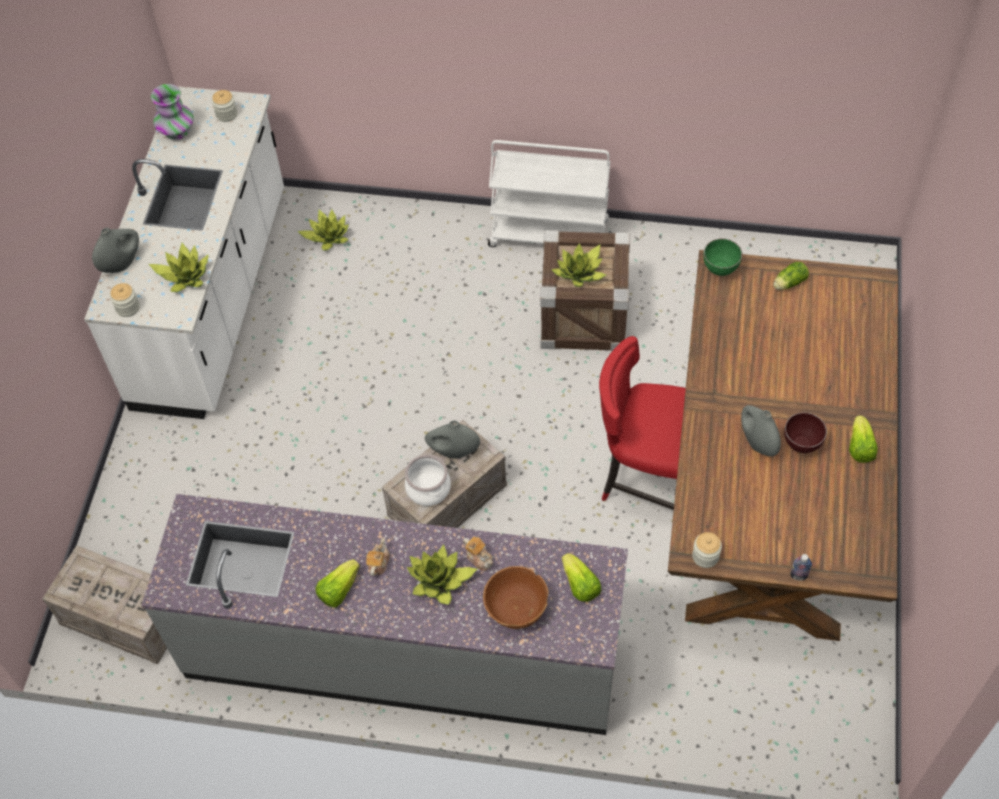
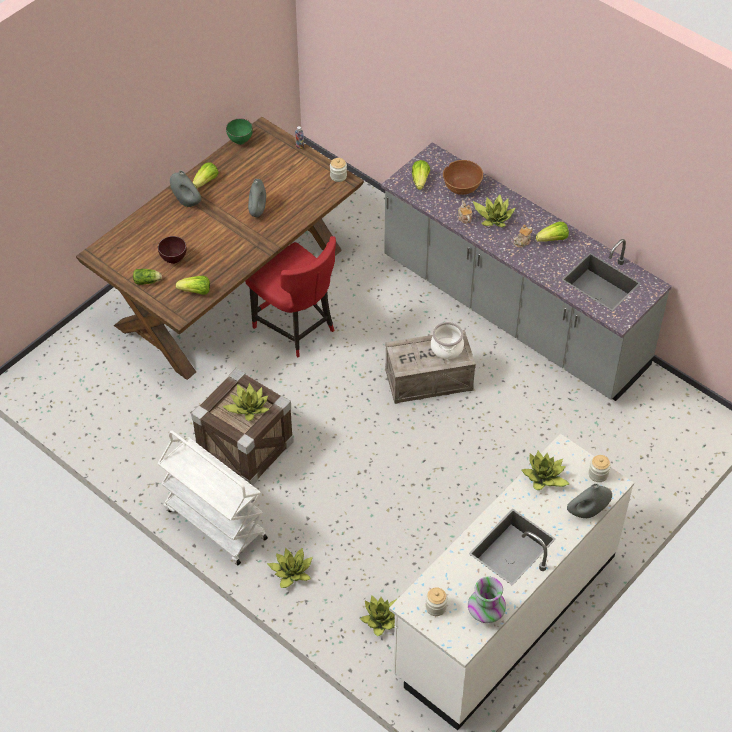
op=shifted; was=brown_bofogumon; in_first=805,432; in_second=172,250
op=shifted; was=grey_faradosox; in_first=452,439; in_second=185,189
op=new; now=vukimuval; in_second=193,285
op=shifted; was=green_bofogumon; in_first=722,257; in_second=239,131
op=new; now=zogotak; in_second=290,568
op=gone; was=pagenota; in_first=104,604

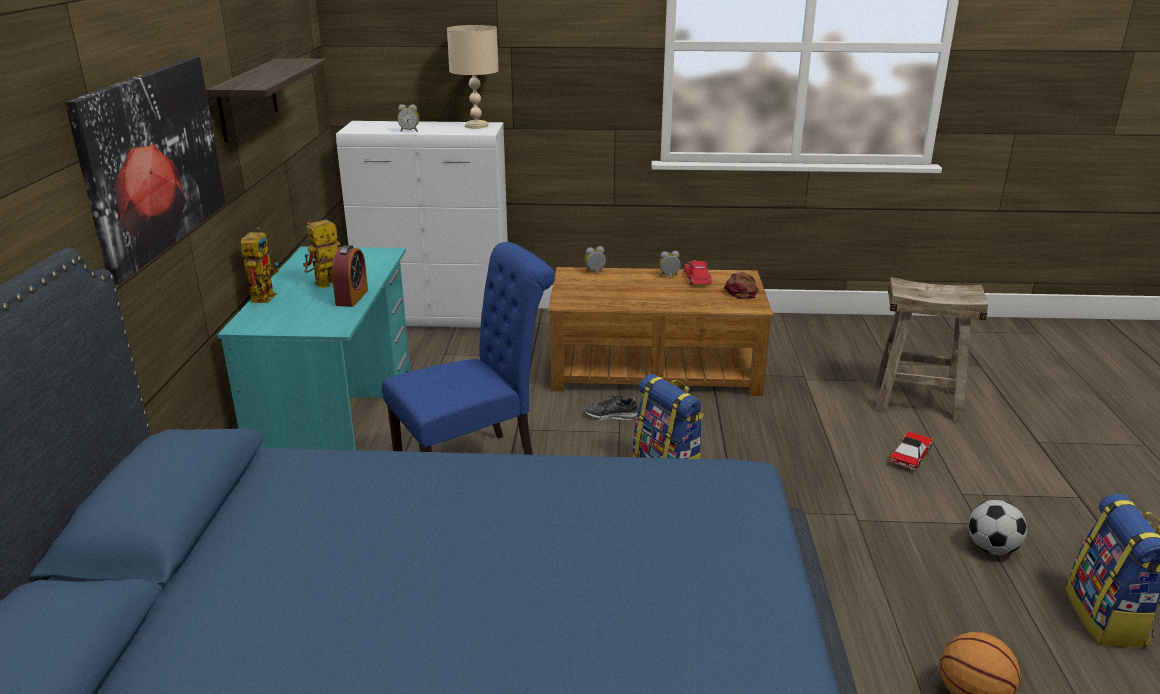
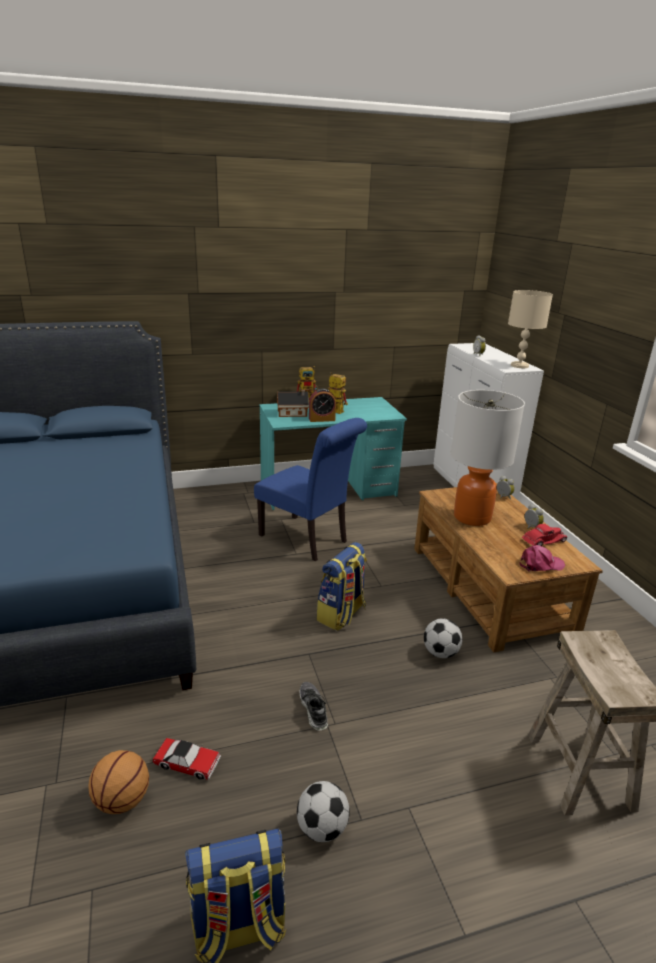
op=shifted; was=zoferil; in_first=911,451; in_second=187,759
op=new; now=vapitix; in_second=293,403
op=shifted; was=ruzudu; in_first=611,407; in_second=314,706
op=new; now=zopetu; in_second=443,638
op=new; now=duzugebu; in_second=488,458
op=repainted; was=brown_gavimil; now=pink_gavimil; in_first=741,285; in_second=542,558
op=gone; was=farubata; in_first=145,171
op=gone; was=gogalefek; in_first=266,100

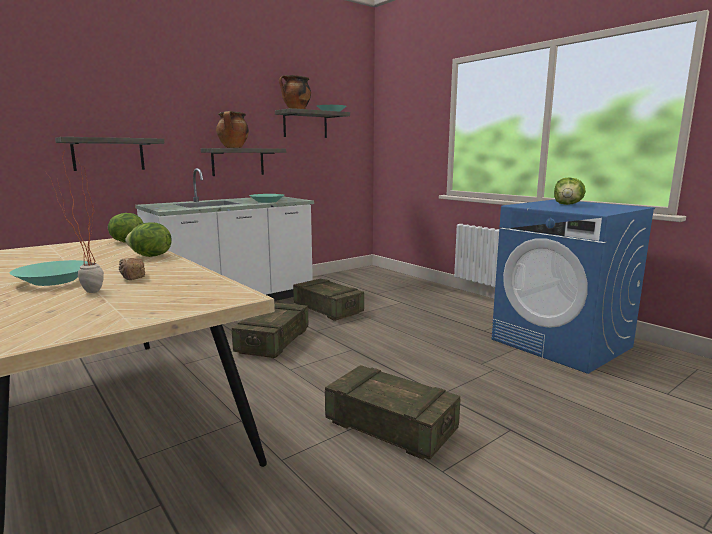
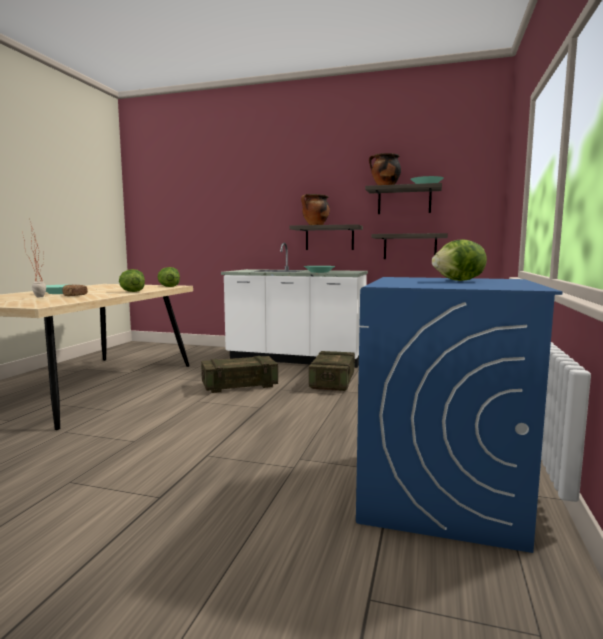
op=shifted; was=gogalefek; in_first=109,154; in_second=410,246
op=gone; was=pagenota; in_first=392,412

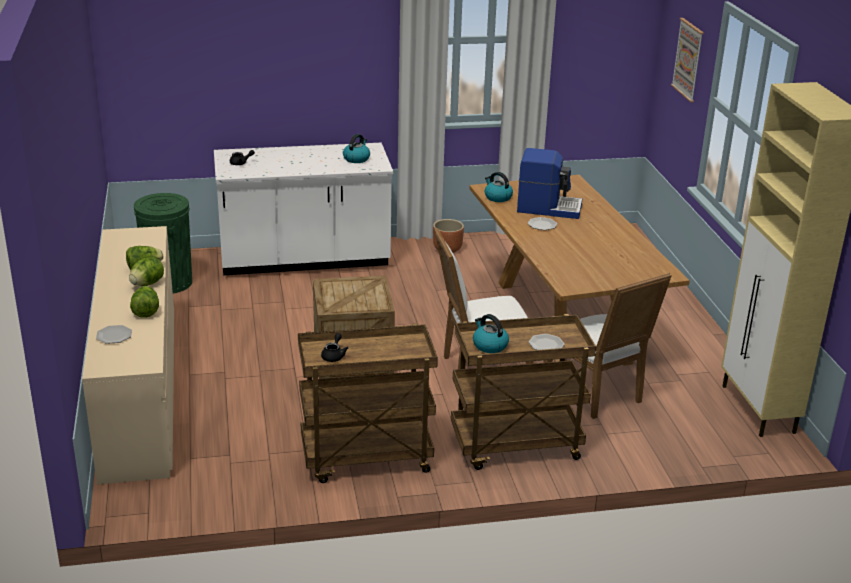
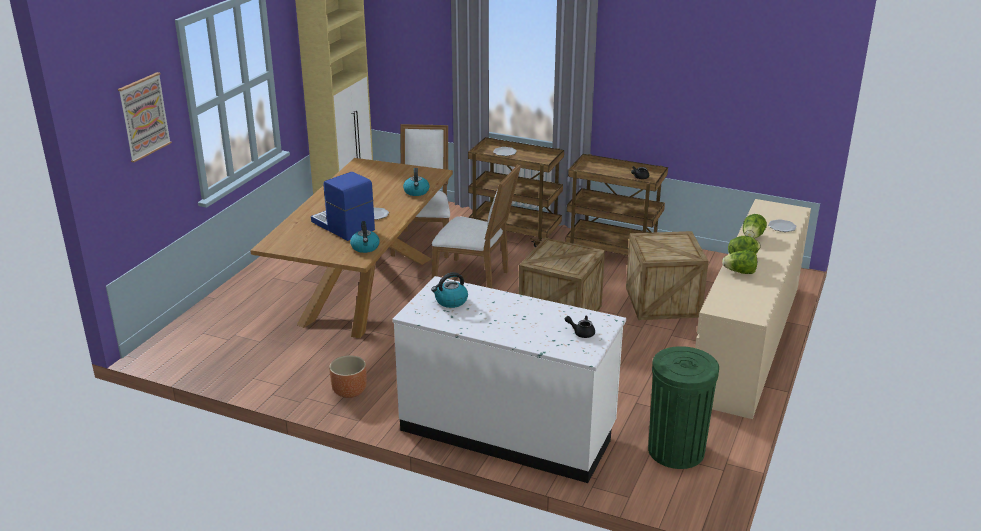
op=shifted; was=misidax; in_first=491,333; in_second=416,182
op=new; now=pagenota; in_second=667,275

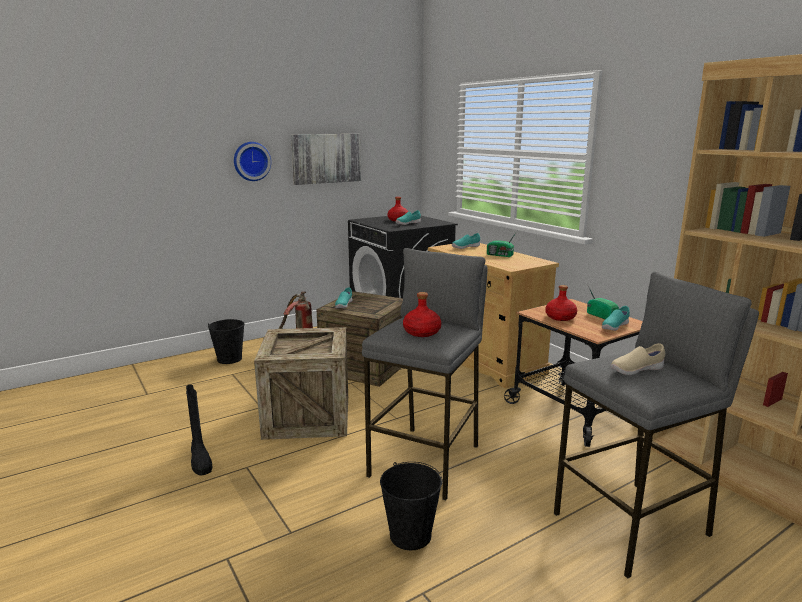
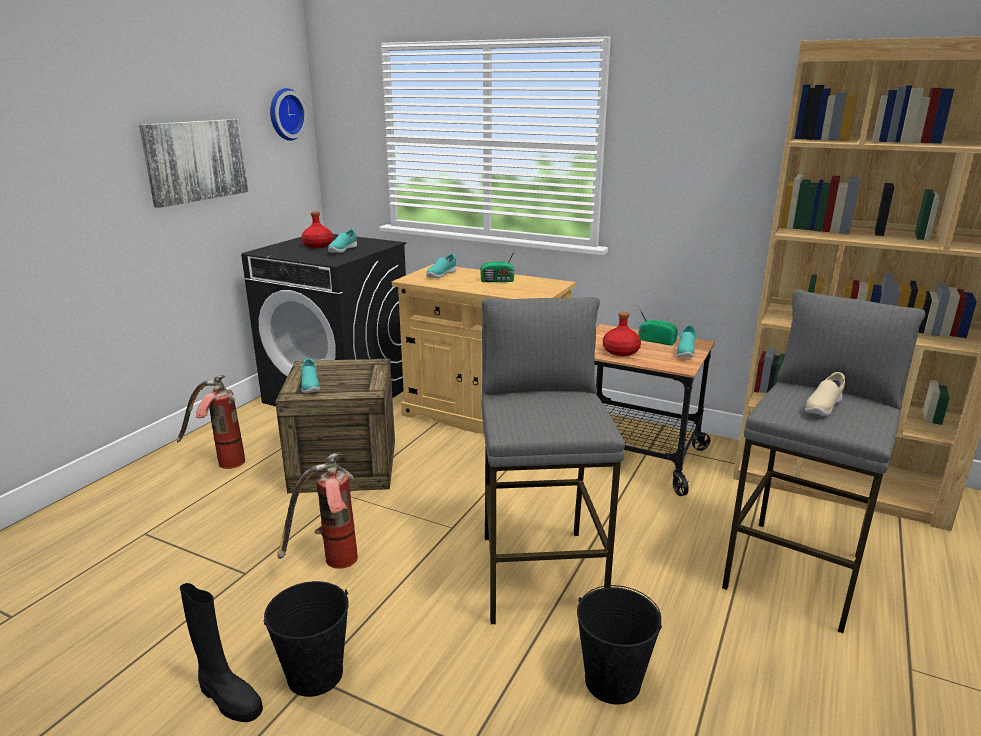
op=shifted; was=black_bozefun; in_first=226,341; in_second=306,639
op=shifted; was=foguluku; in_first=252,161; in_second=288,114
op=swapped; was=pagenota; now=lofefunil; in_first=301,383; in_second=318,511
op=gone; was=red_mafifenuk; in_first=422,314

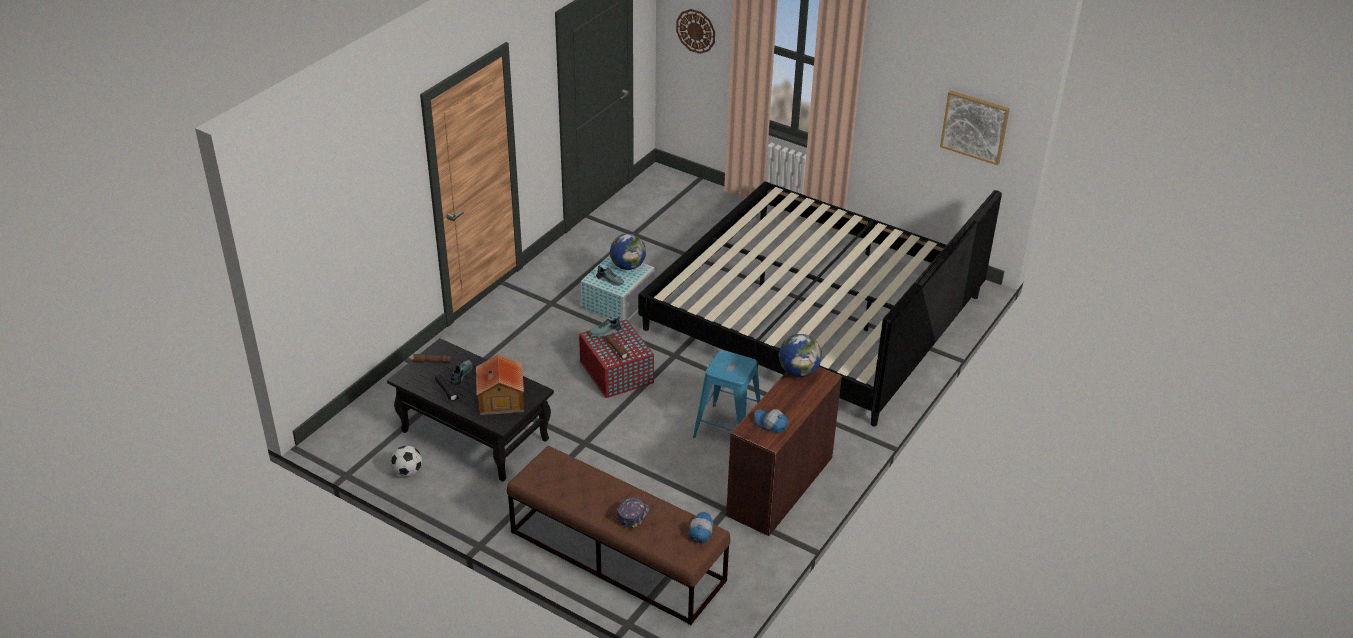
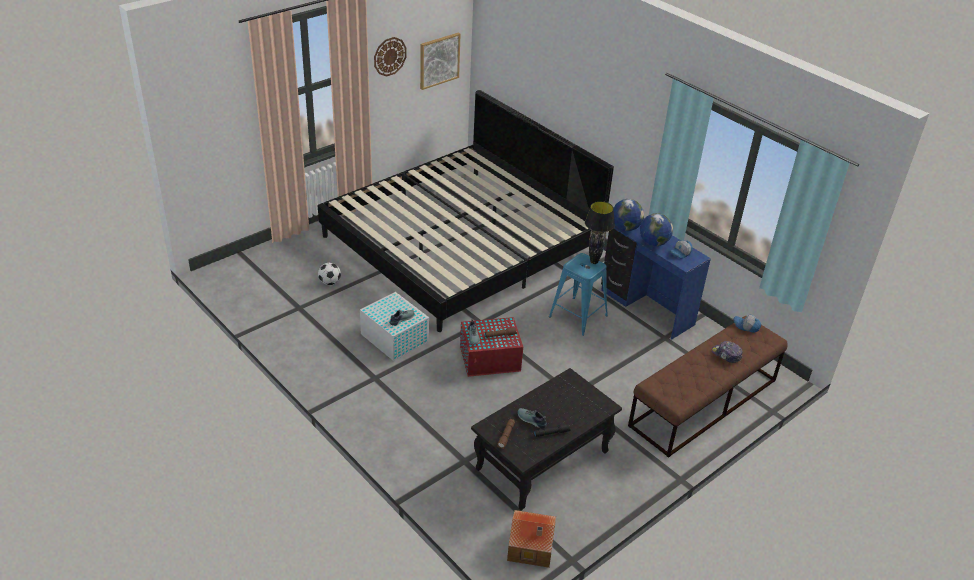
op=shifted; was=zopetu; in_first=406,461; in_second=329,274
op=shifted; was=foguluku; in_first=695,31; in_second=390,57
op=shifted; was=vapitix; in_first=500,384; in_second=531,539
op=new; now=black_duzugebu; in_second=600,232
op=repainted; was=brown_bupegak; now=blue_bupegak; in_first=784,451; in_second=656,283
op=shifted; was=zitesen; in_first=628,252; in_second=656,229

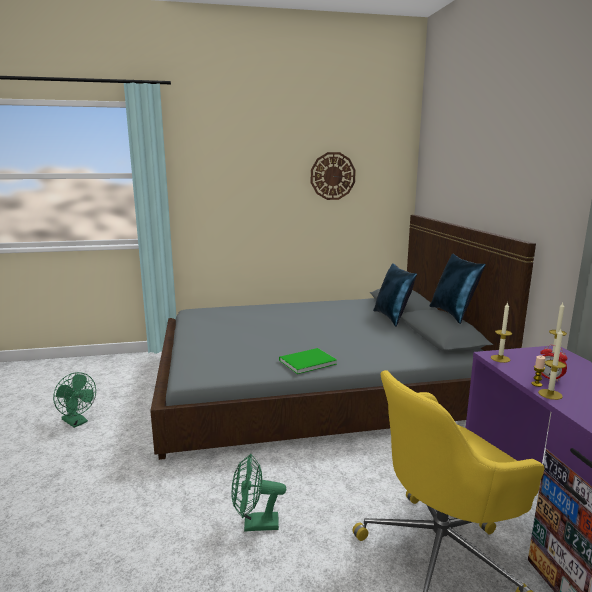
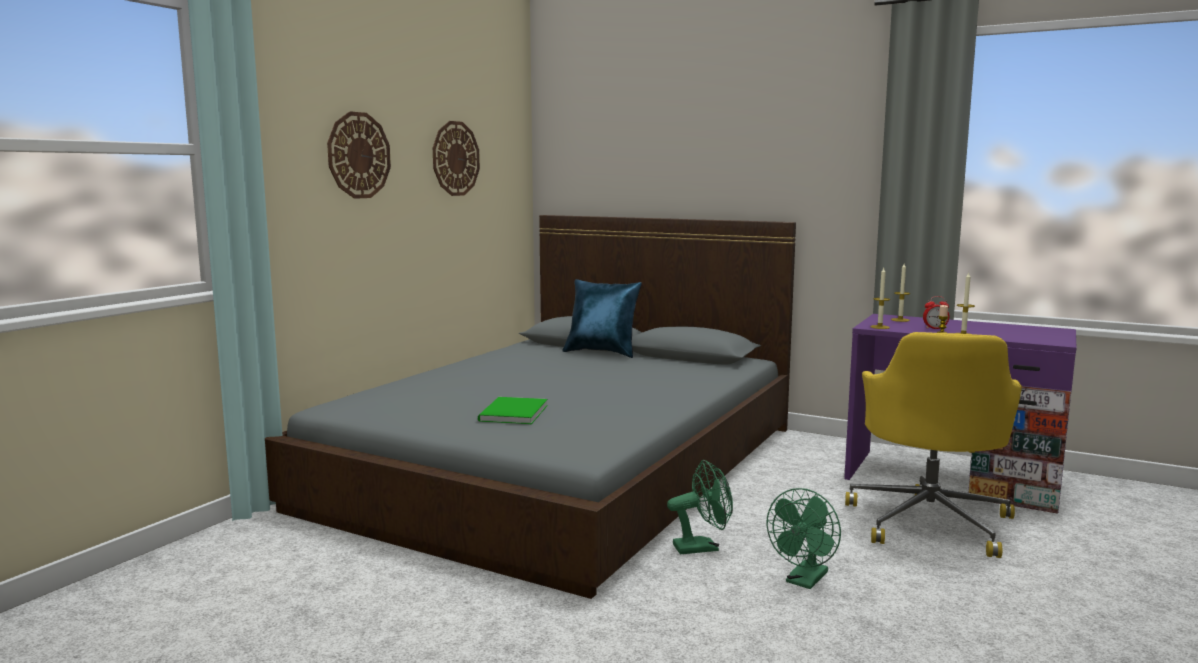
op=new; now=foguluku; in_second=359,155
op=shifted; was=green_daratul; in_first=308,361; in_second=513,410
op=shifted; was=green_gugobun; in_first=74,400; in_second=700,507
op=gone; was=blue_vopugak; in_first=457,289

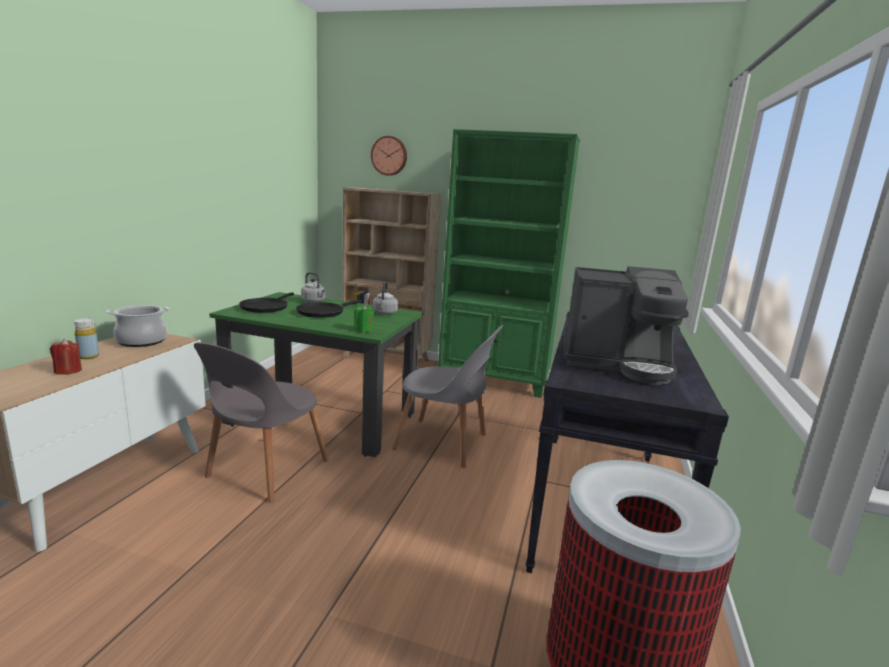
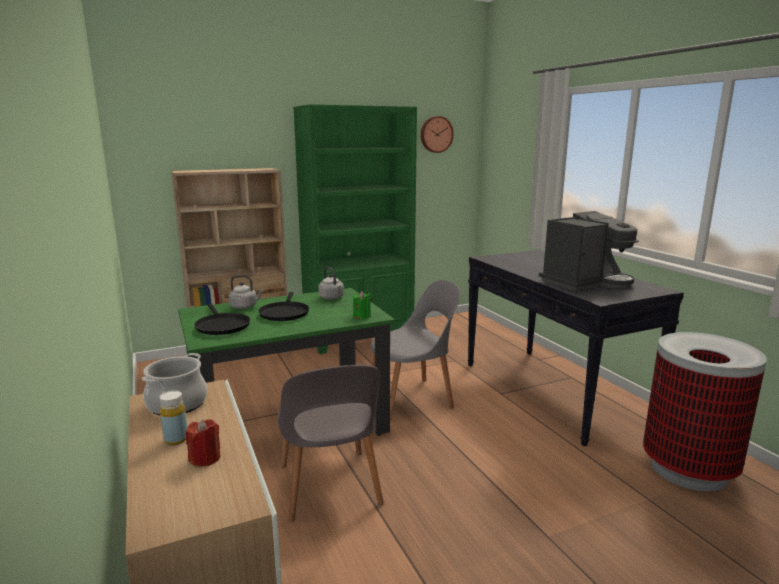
op=shifted; was=foguluku; in_first=389,156; in_second=437,134

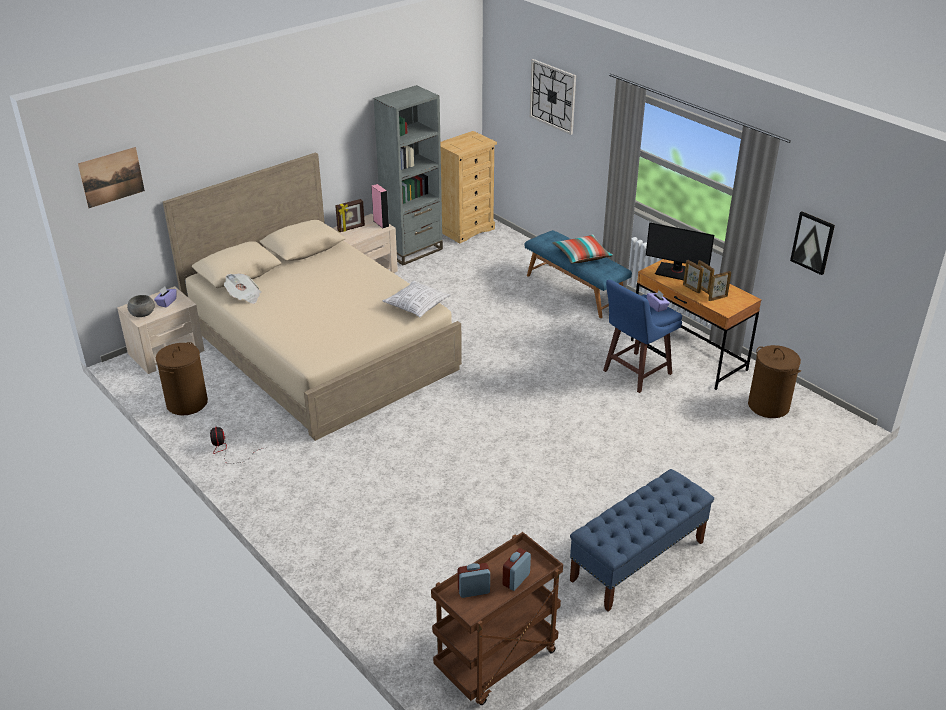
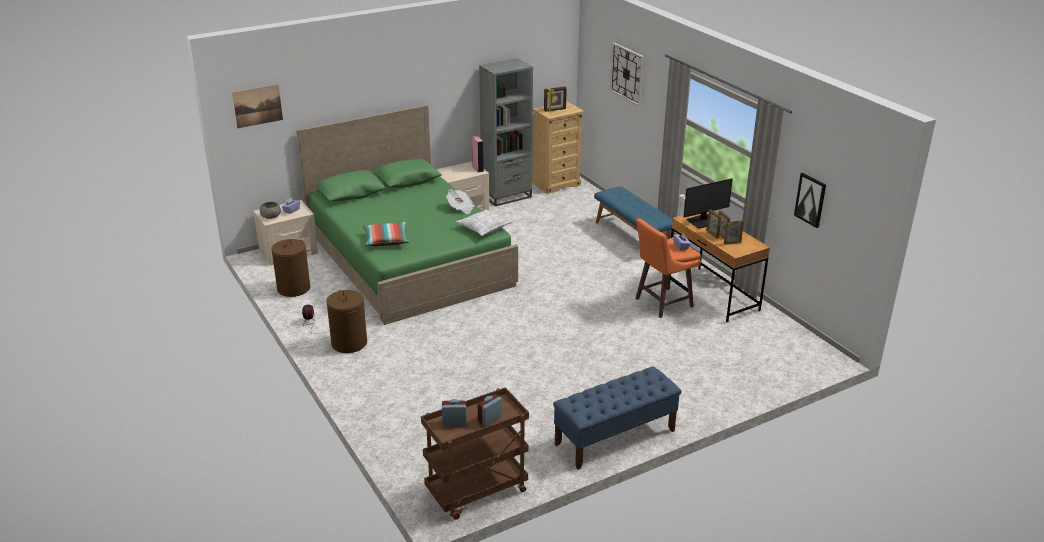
op=repainted; was=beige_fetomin; now=green_fetomin; in_first=312,296; in_second=407,215
op=shifted; was=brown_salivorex; in_first=774,381; in_second=346,321
op=shifted; was=vopugak; in_first=583,248; in_second=386,234
op=shifted; was=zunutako; in_first=243,289; in_second=460,201
op=shifted; was=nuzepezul; in_first=350,215; in_second=555,99
op=repainted; was=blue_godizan; now=orange_godizan; in_first=642,336; in_second=668,268
op=rotated; was=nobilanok; in_first=680,251; in_second=708,203; clockwise=-60

